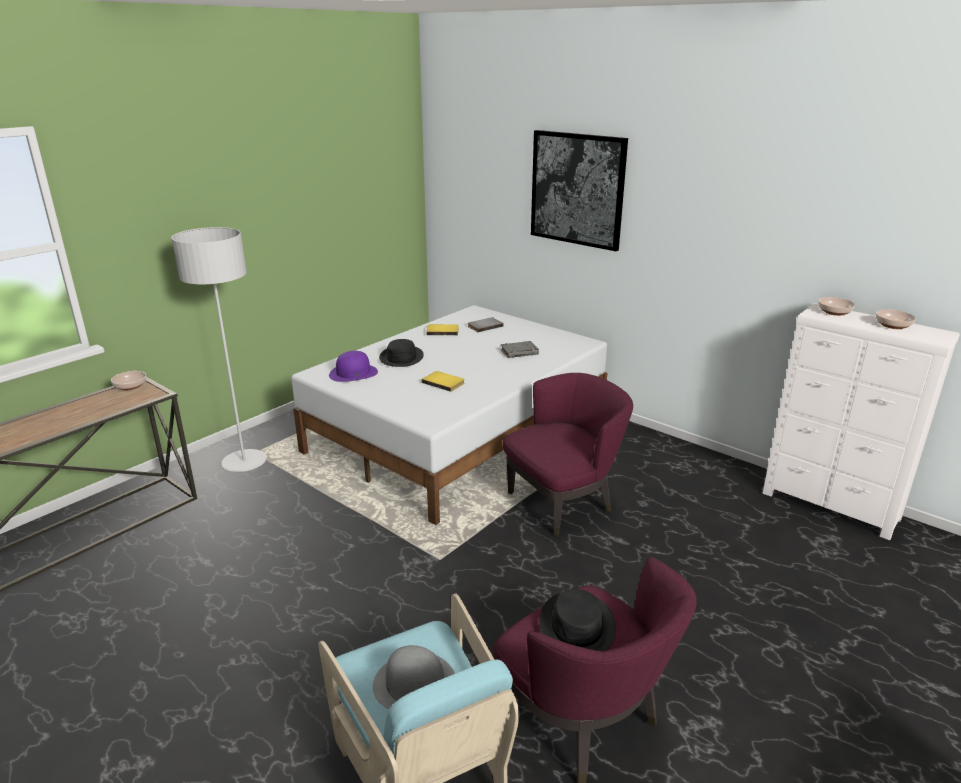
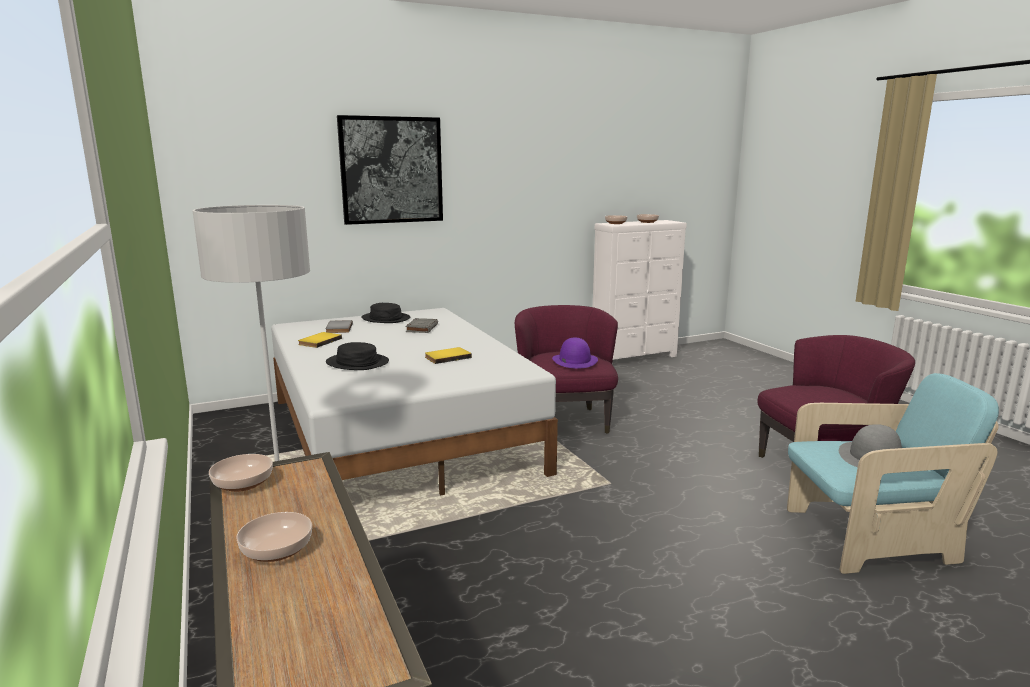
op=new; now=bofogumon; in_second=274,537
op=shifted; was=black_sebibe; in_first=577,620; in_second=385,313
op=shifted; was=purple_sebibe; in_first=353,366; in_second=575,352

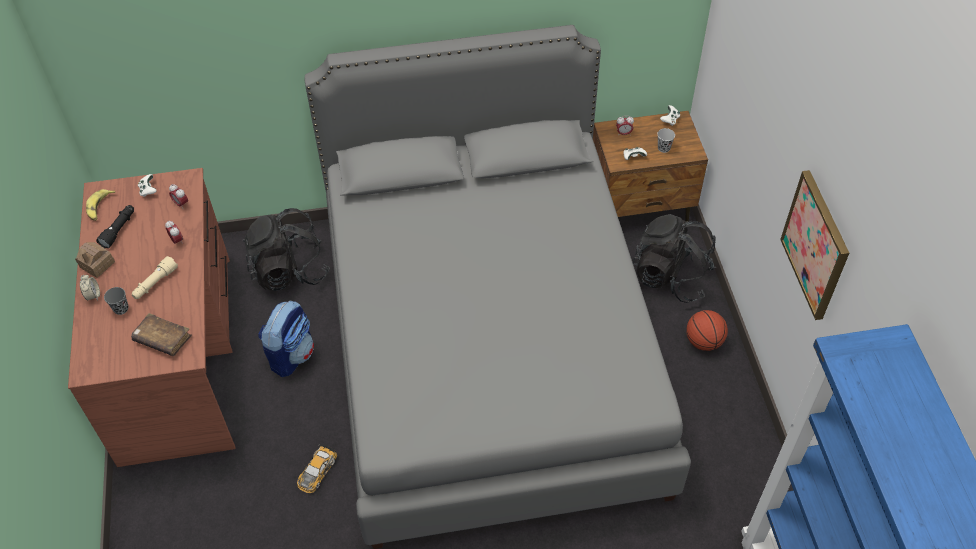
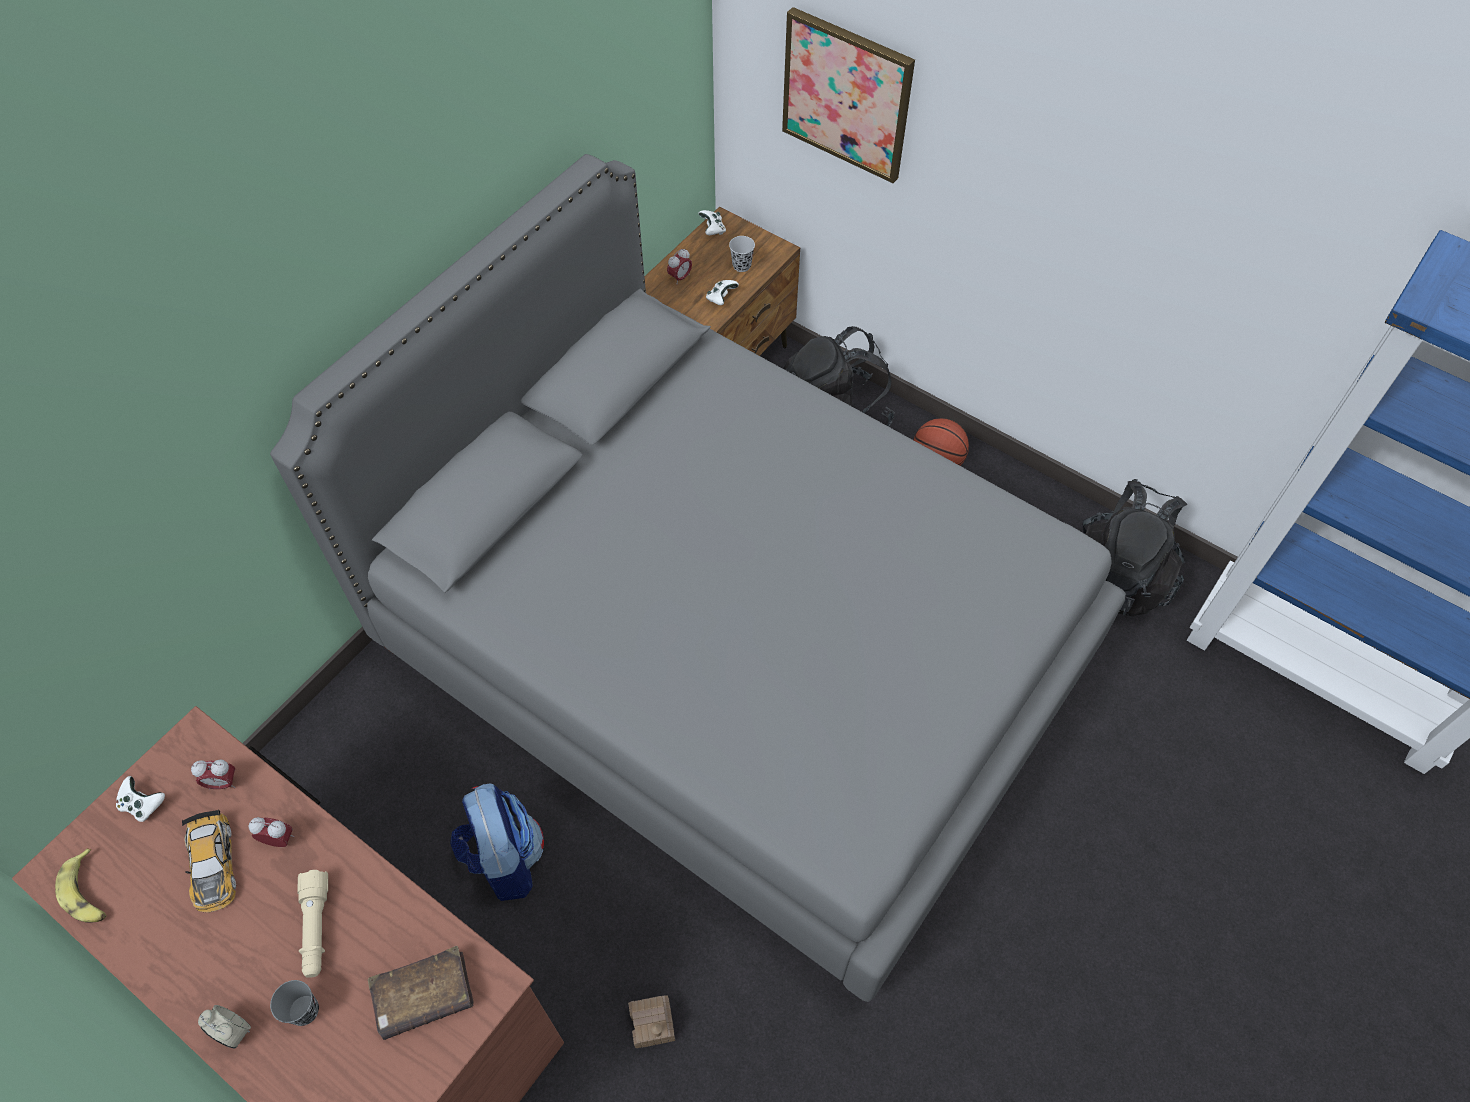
op=shifted; was=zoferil; in_first=317,468; in_second=209,861
op=shifted; was=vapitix; in_first=95,260; in_second=651,1021
op=shifted; was=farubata; in_first=814,245; in_second=848,95
op=shifted; was=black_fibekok; in_first=286,249; in_second=1134,548
op=gone; was=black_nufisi; in_first=115,227

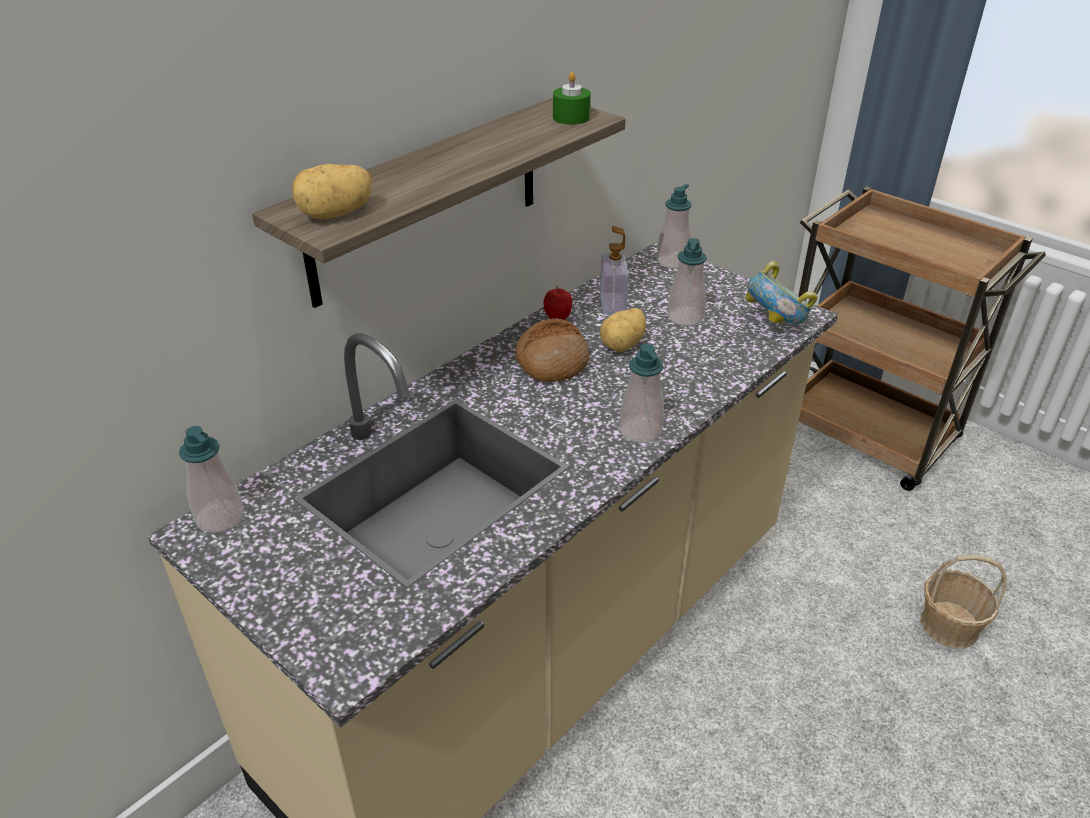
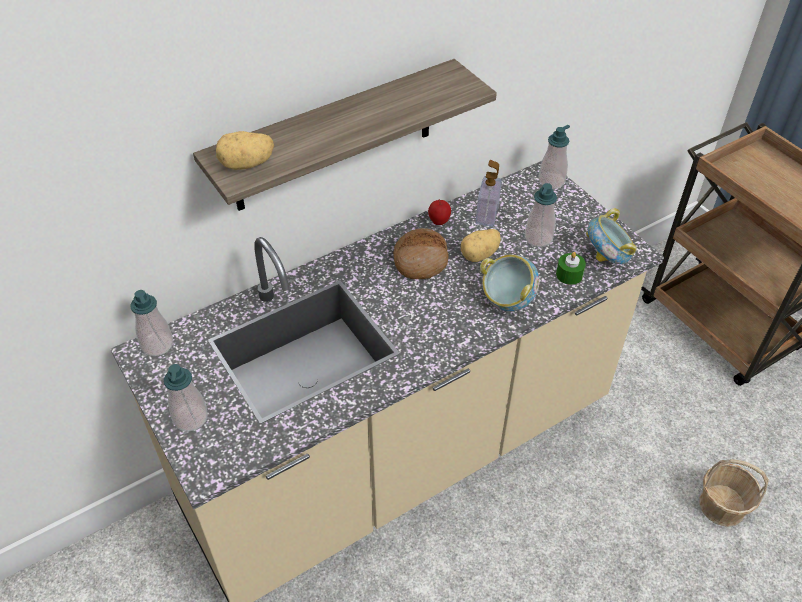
op=shifted; was=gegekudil; in_first=641,393; in_second=186,398
op=new; now=bofogumon; in_second=509,283
op=shifted; was=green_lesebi; in_first=572,98; in_second=571,268

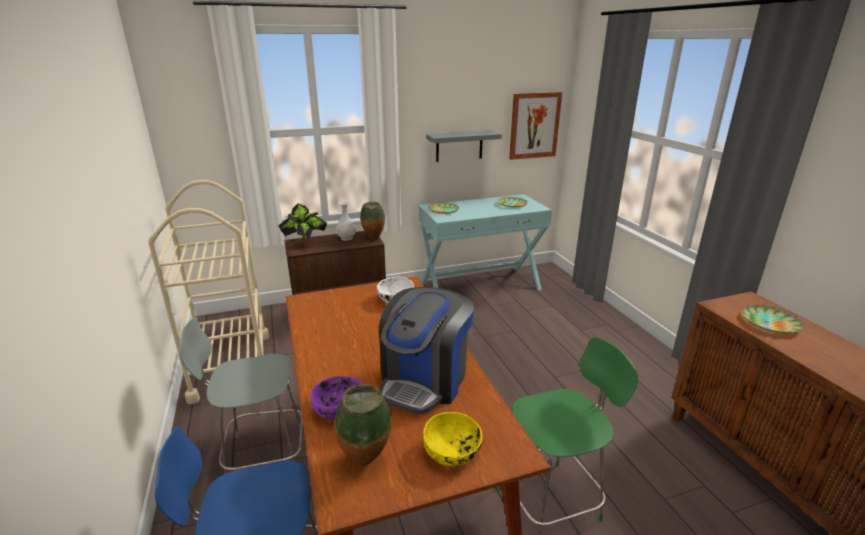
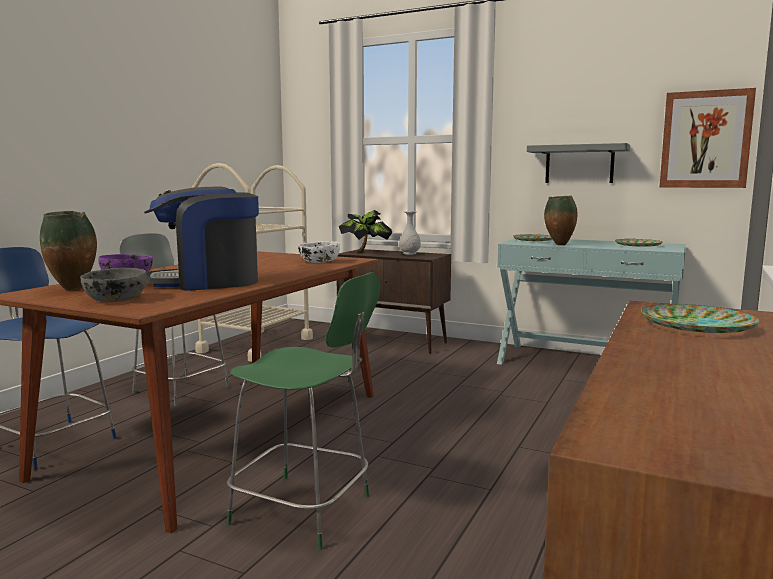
op=repainted; was=yellow_bofogumon; now=grey_bofogumon; in_first=452,439; in_second=113,285
op=shifted; was=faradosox; in_first=372,221; in_second=560,220

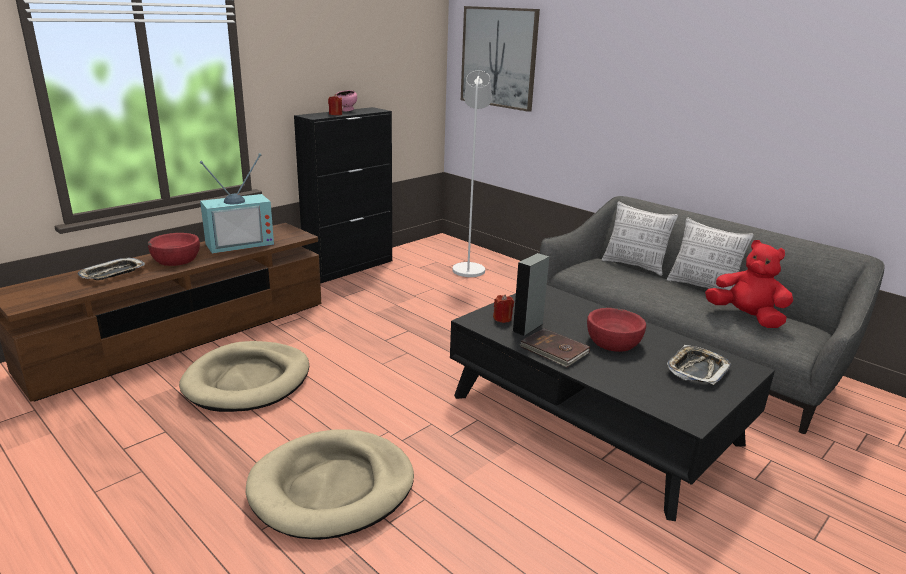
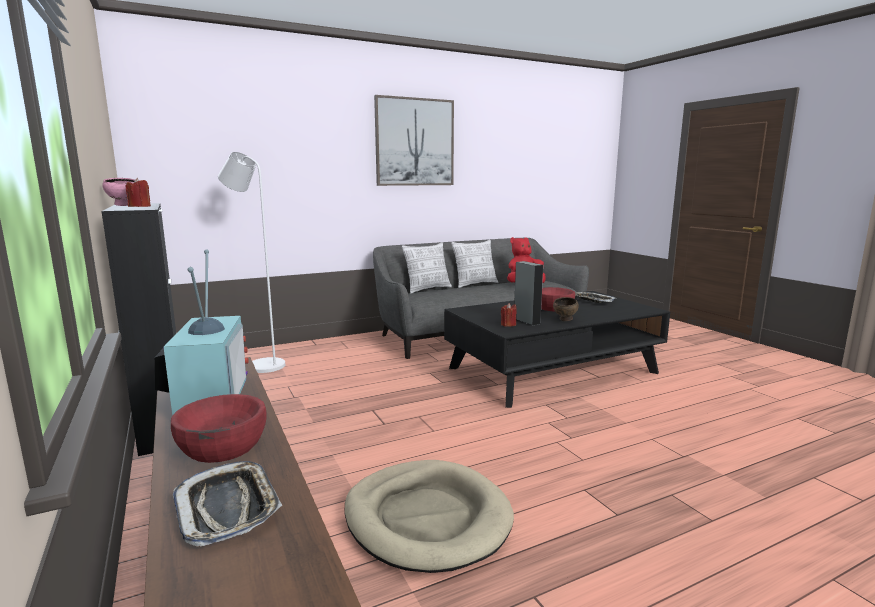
op=shifted; was=farubata; in_first=500,59; in_second=414,140
op=swapped; was=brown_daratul; now=brown_bofogumon; in_first=555,347; in_second=566,309
op=gone; was=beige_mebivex; in_first=330,485

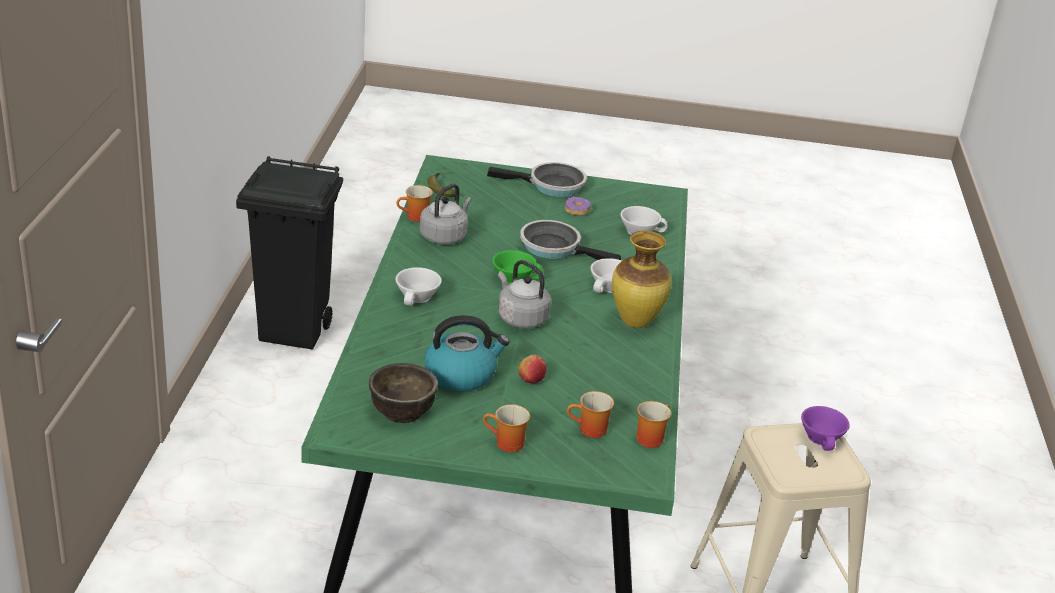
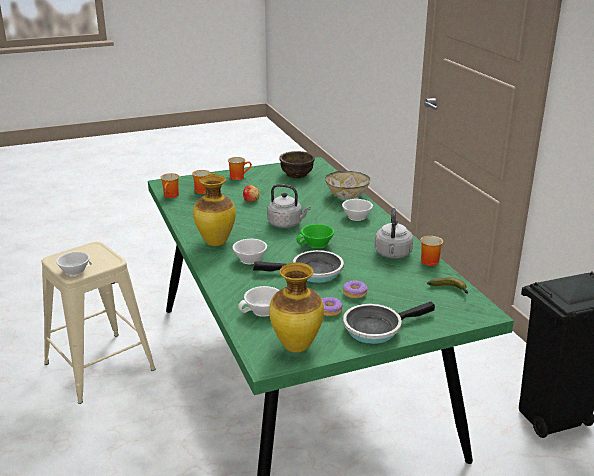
op=repainted; was=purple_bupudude; now=white_bupudude; in_first=825,428; in_second=73,263
op=new; now=faradosox; in_second=296,307
op=new; now=bofogumon; in_second=347,185
op=new; now=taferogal; in_second=355,290
op=gone; was=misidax; in_first=467,353

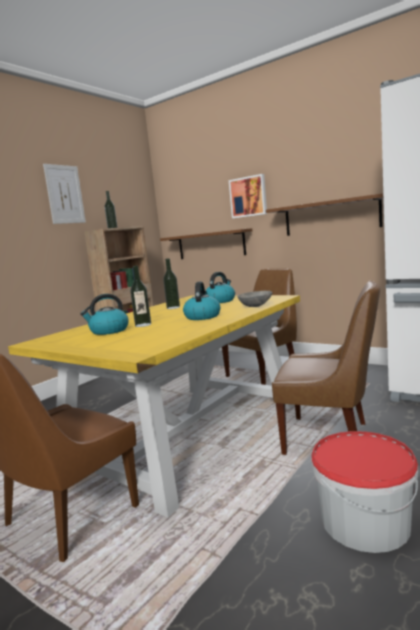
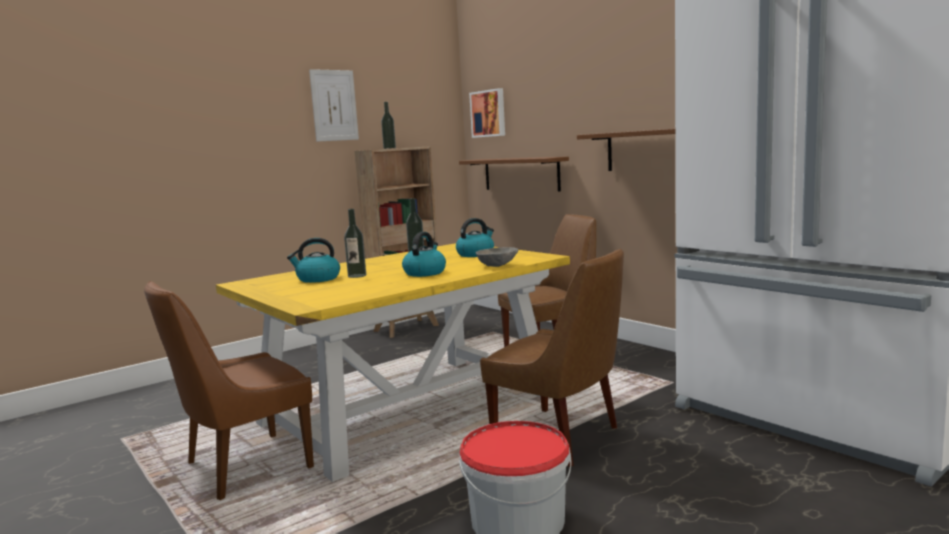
op=shifted; was=farubata; in_first=248,196; in_second=487,113

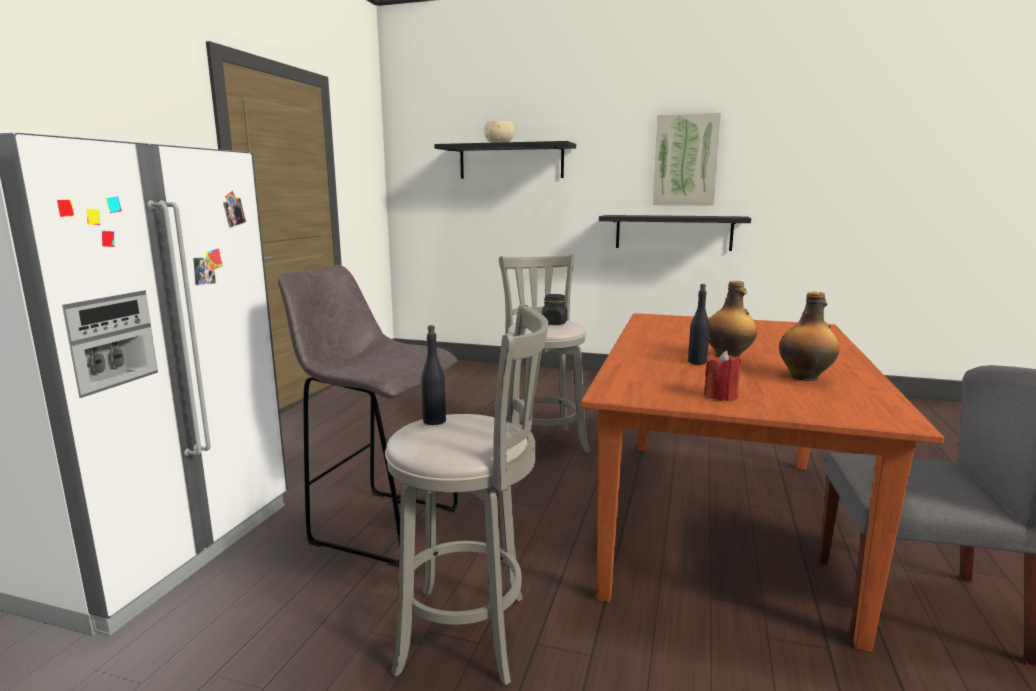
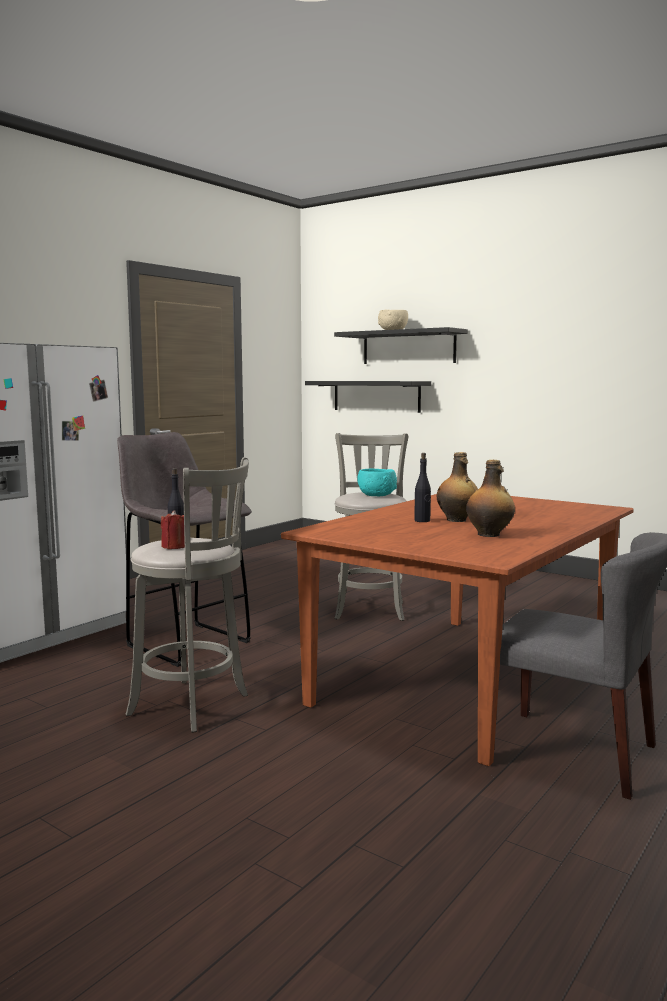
op=shifted; was=red_lesebi; in_first=722,376; in_second=173,529
op=shifted; was=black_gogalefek; in_first=675,233; in_second=368,397
op=swapped; was=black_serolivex; now=turquoise_bofogumon; in_first=555,309; in_second=377,482
op=gone; was=farubata; in_first=687,159

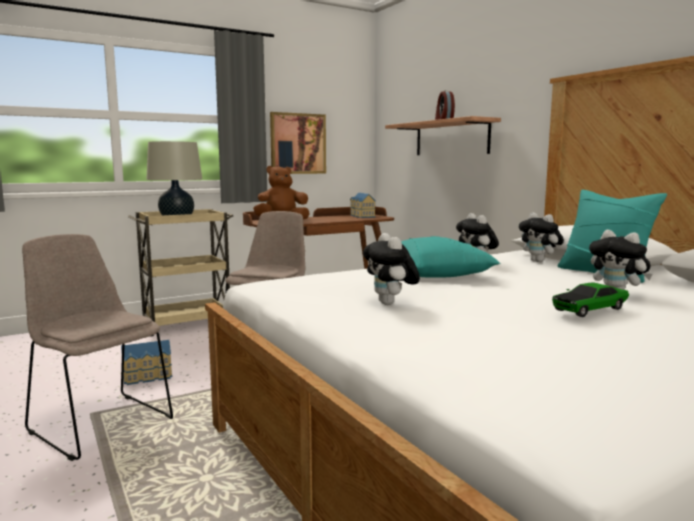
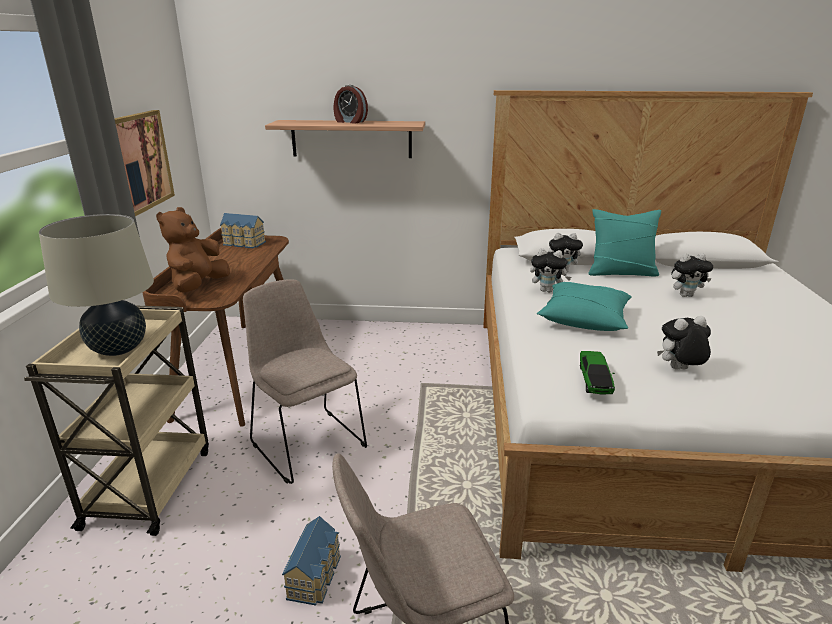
op=shifted; was=zoferil; in_first=590,299; in_second=597,372
op=rotated; was=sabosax; in_first=391,269; in_second=684,343; clockwise=150

